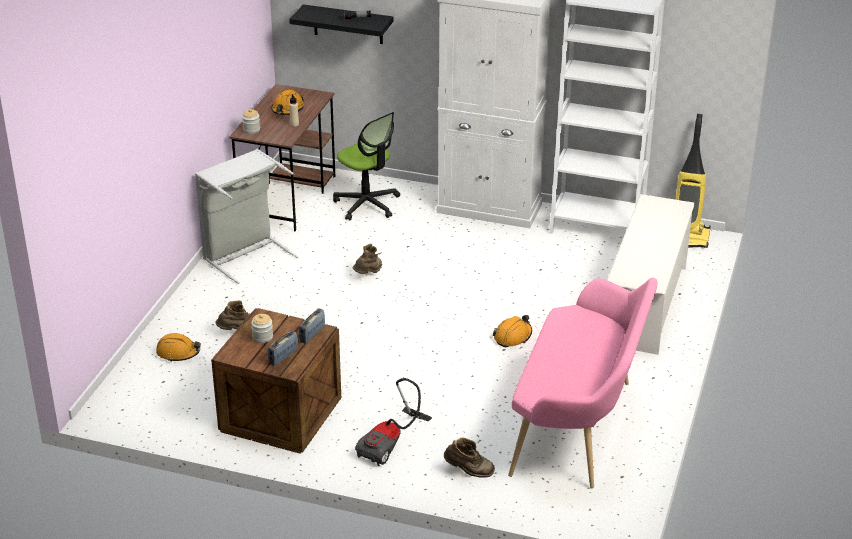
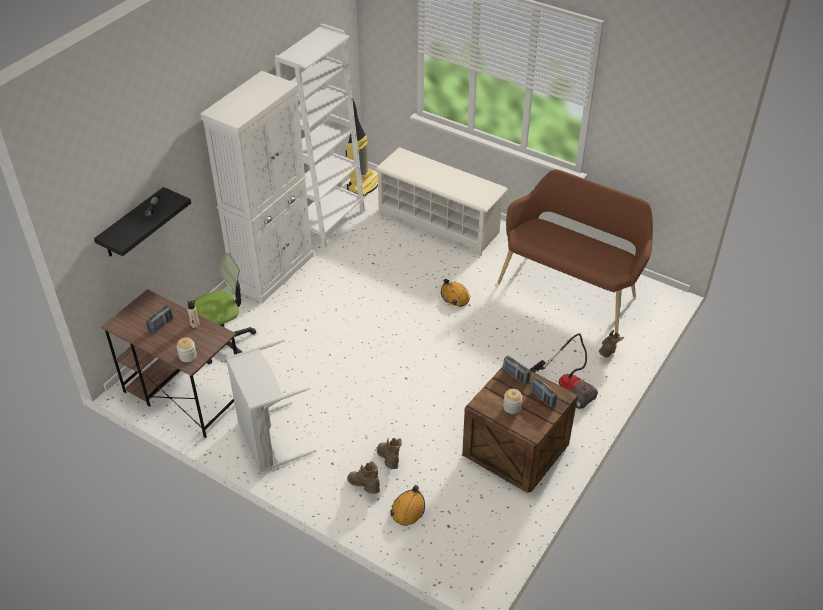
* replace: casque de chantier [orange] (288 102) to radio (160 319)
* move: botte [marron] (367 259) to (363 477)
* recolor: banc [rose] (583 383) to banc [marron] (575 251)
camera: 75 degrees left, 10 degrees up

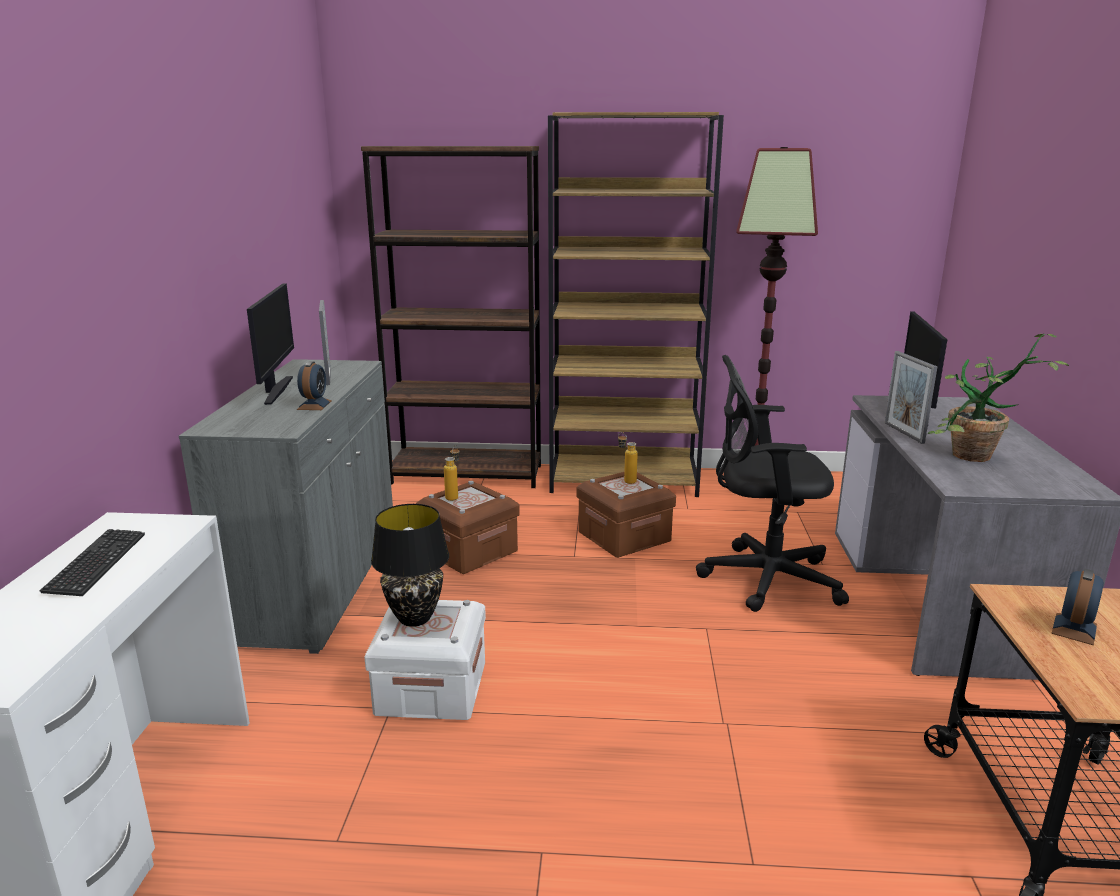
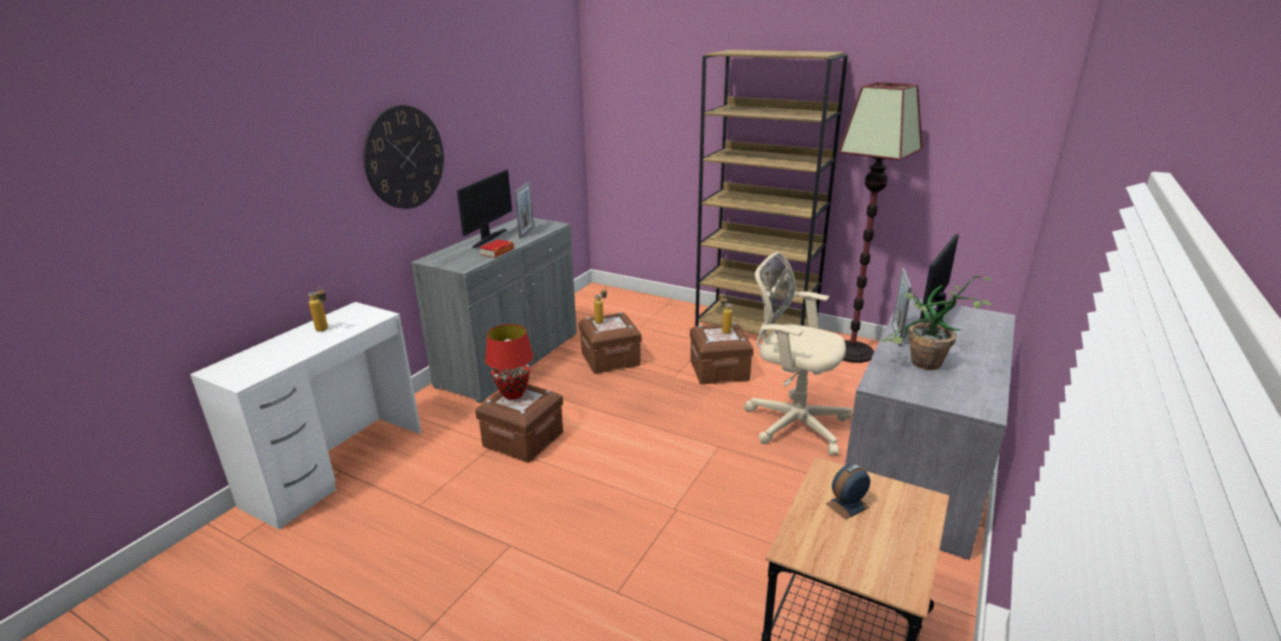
* replace: clavier (92 562) to bouteille (318 309)
* insert: horloge murale (403 157)
* recolor: boîte de rangement [blanc] (425 660) to boîte de rangement [marron] (519 423)
* replace: réveil (314 385) to livre (496 248)
* recolor: lampe de table [noir] (410 565) to lampe de table [rouge] (509 362)
* recolor: chaise de bureau [noir] (772 483) to chaise de bureau [beige] (798 353)
* delete: bibliothèque [marron] (451 317)
camera: 25 degrees right, 5 degrees up

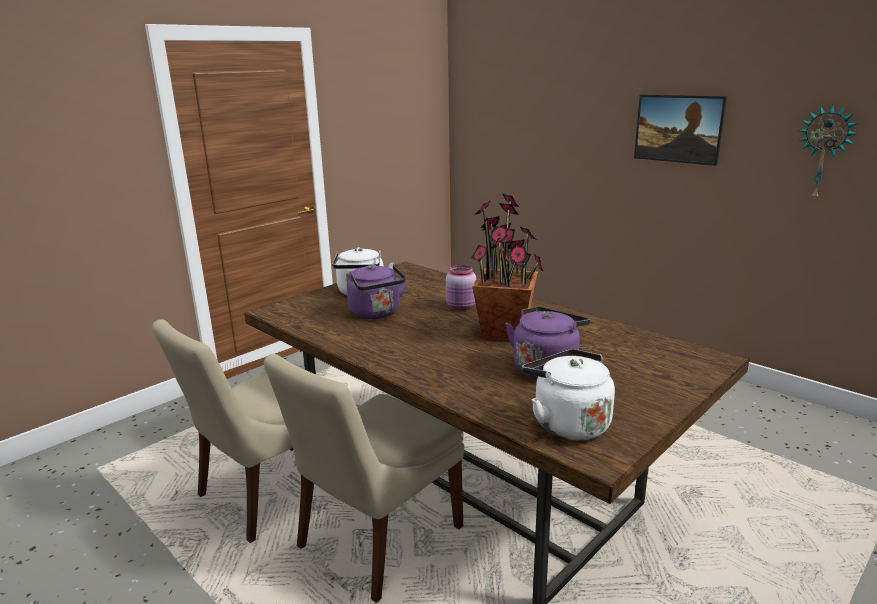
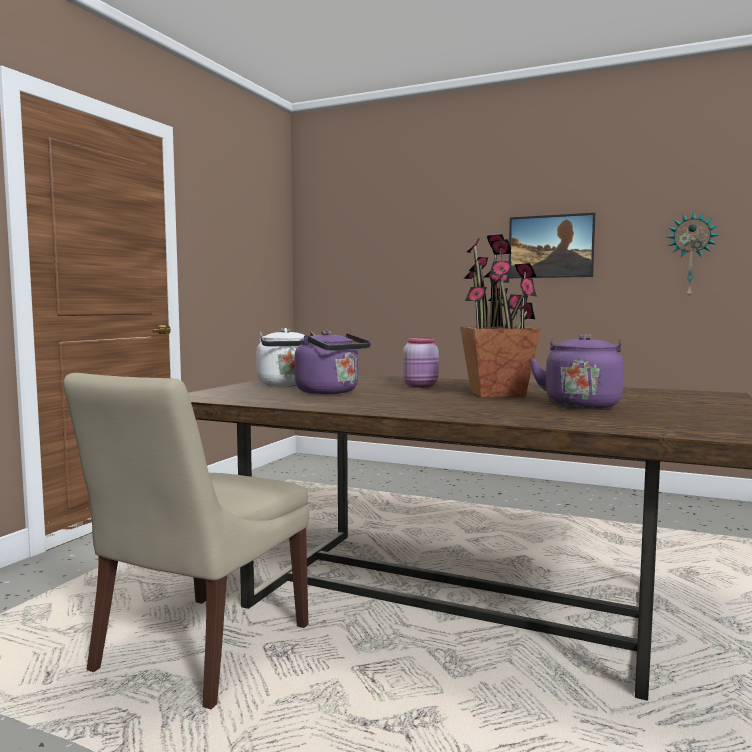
* delete: chaise [beige] (364 478)
* delete: bouilloire [blanc] (568 395)
camera: 20 degrees left, 15 degrees down

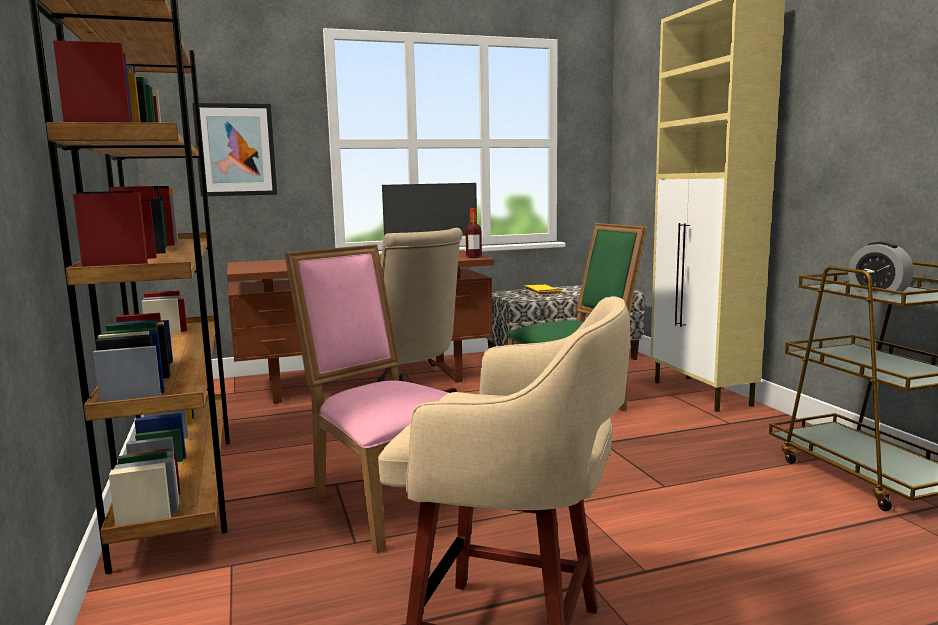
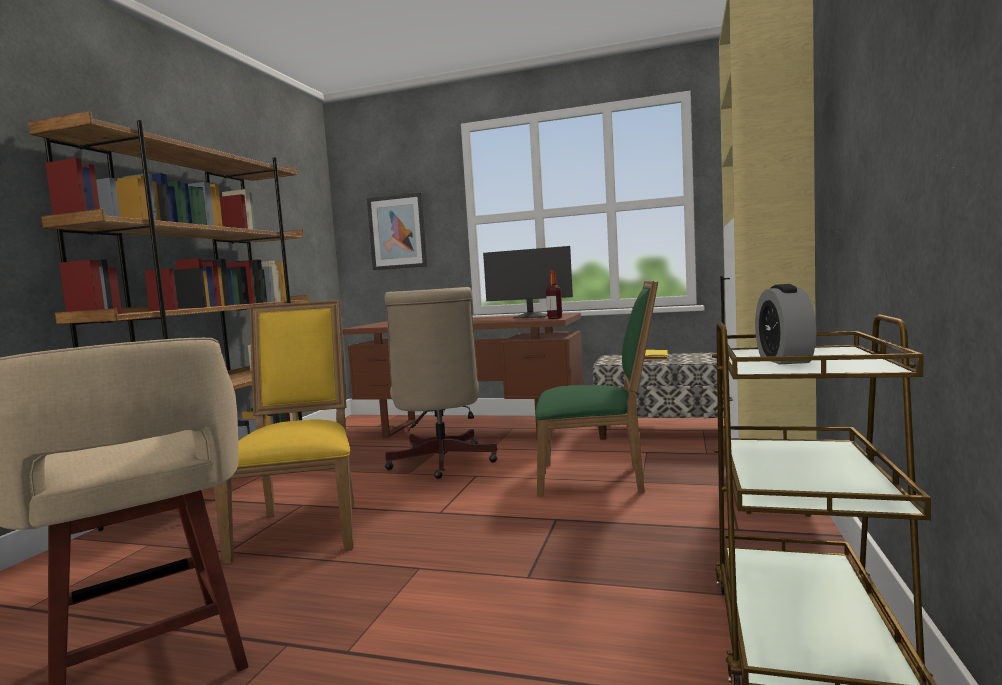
* recolor: chaise [rose] (381 399) to chaise [jaune] (284 432)
camera: 35 degrees right, 5 degrees down

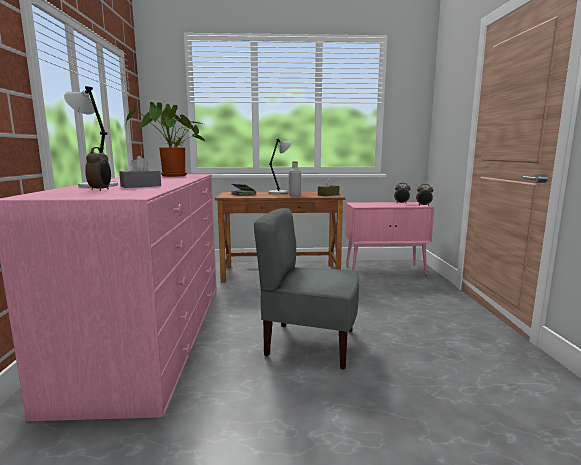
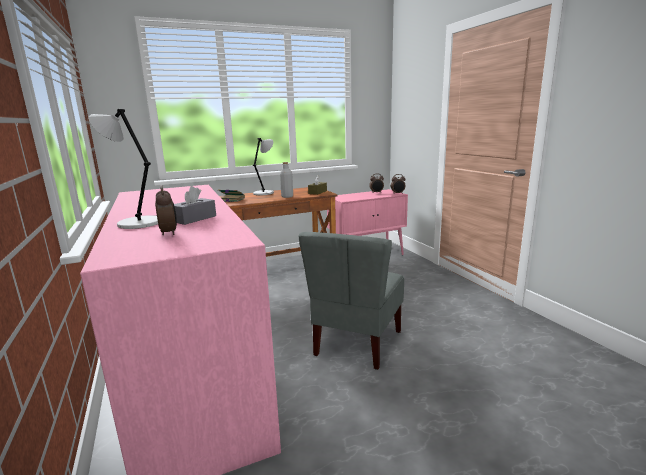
* rotate: chaise [gris] (306 288) = (351 301) 60 degrees counterclockwise
* delete: plante en pot (166 139)
camera: 20 degrees left, 5 degrees up

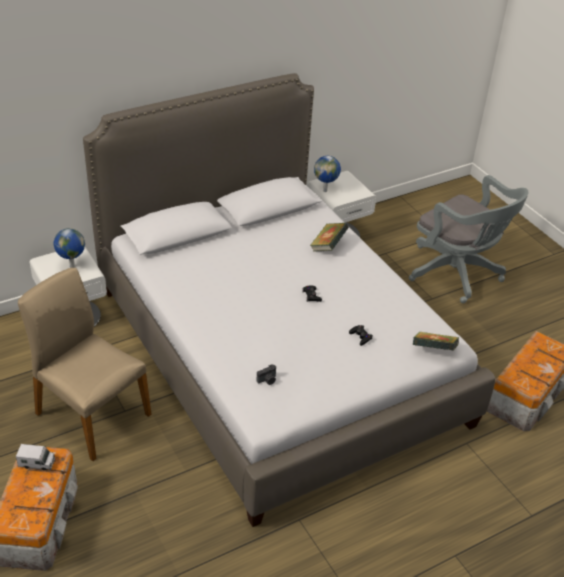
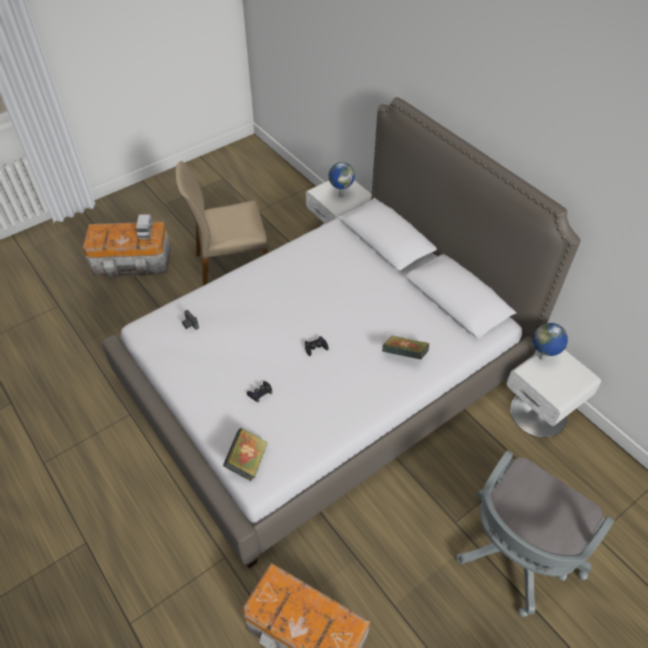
* rotate: chaise [beige] (84 364) = (221 223) 135 degrees counterclockwise
camera: 85 degrees right, 10 degrees up

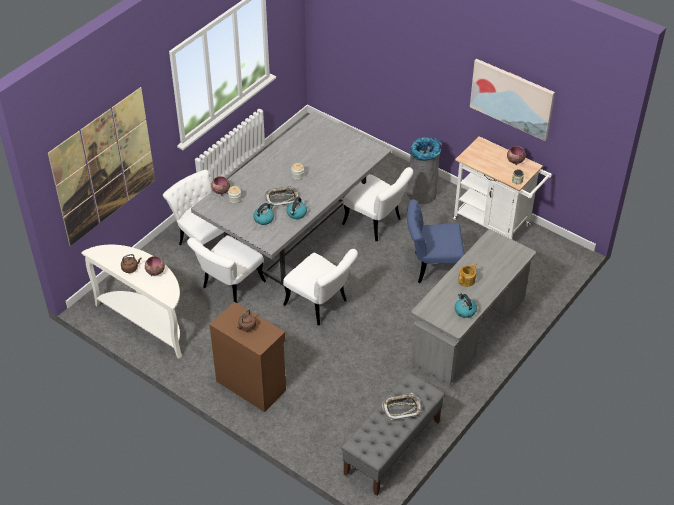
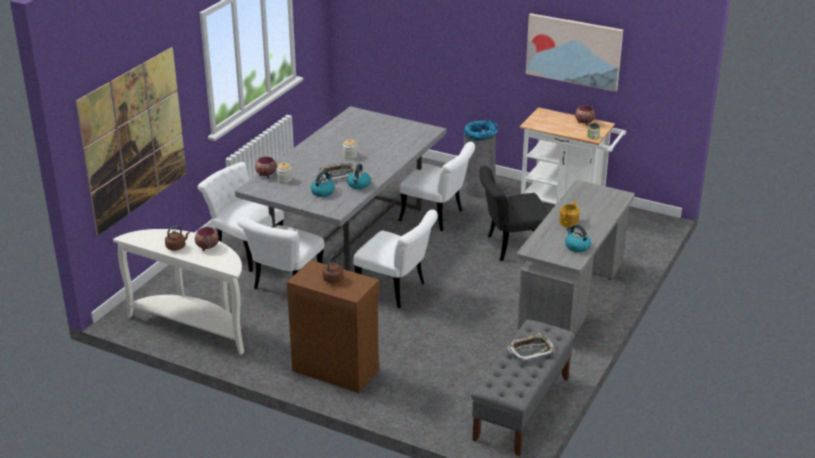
* recolor: chaise [bleu] (435 241) to chaise [noir] (514 213)
camera: 10 degrees left, 15 degrees down

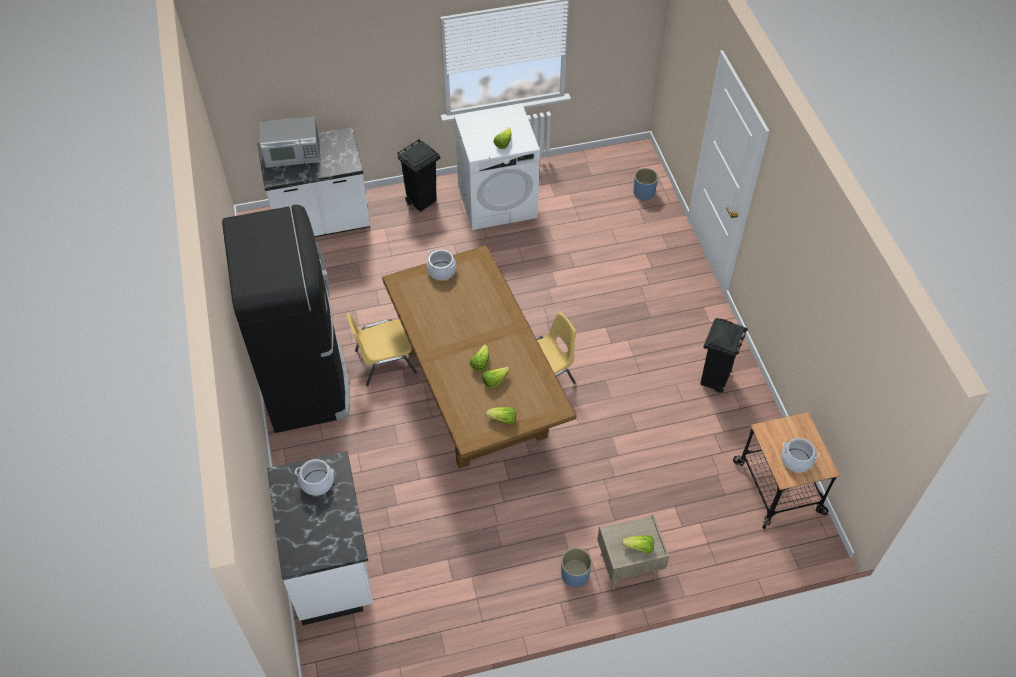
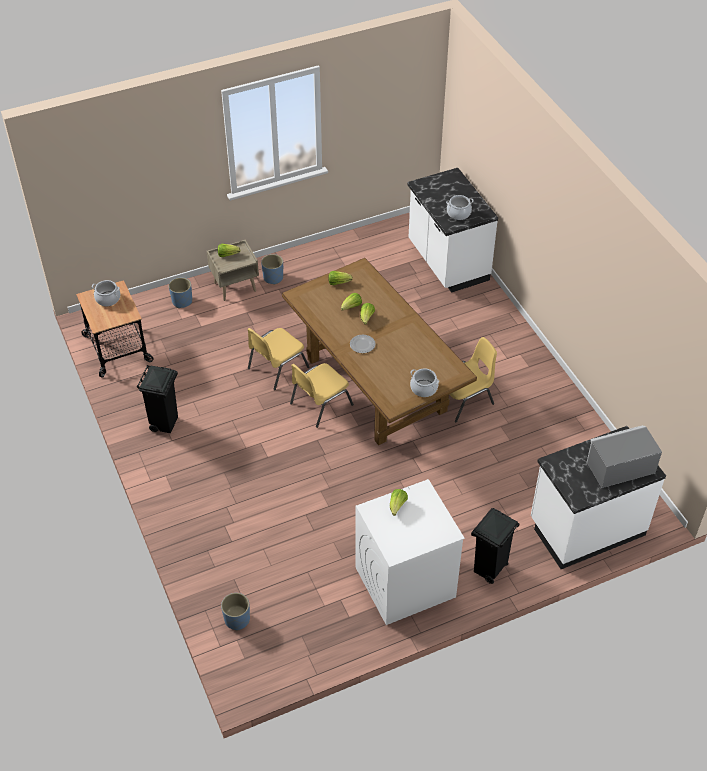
* insert: cache-pot [bleu] (180 293)
* insert: chaise [jaune] (278 359)
* insert: assiette (362 344)
* delete: réfrigérateur [noir] (286 319)
camera: 170 degrees right, 5 degrees down

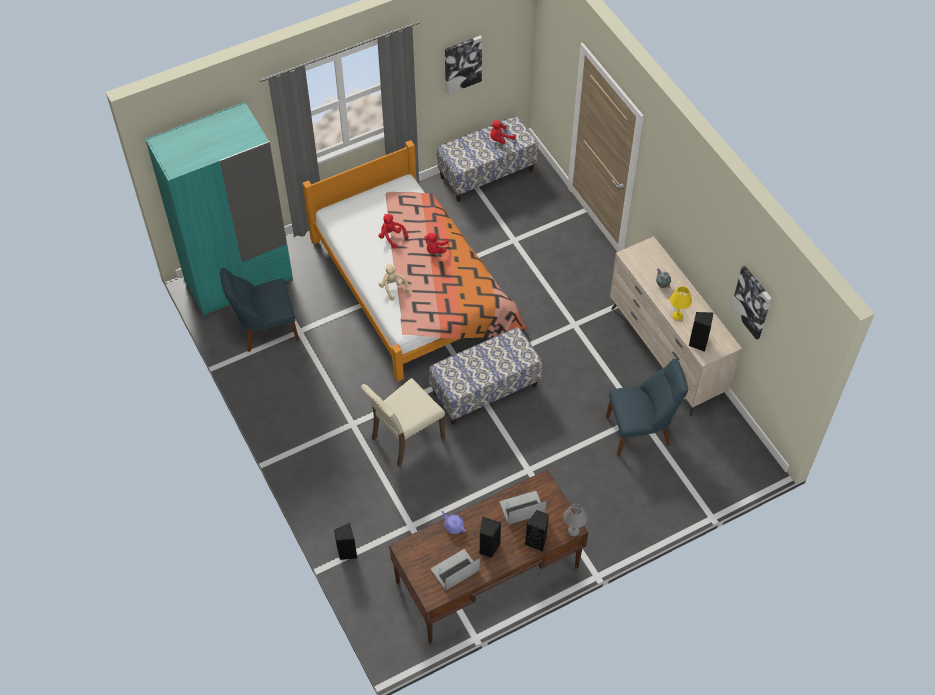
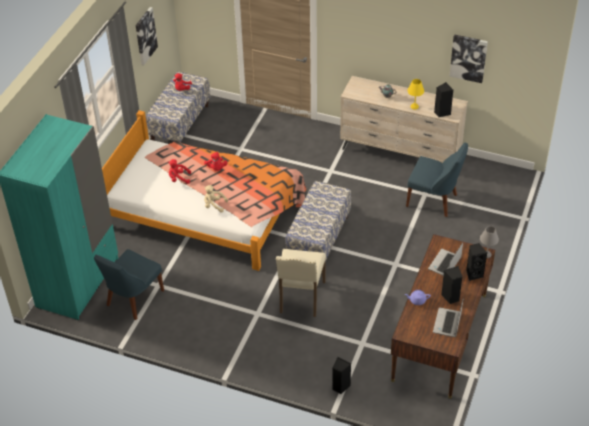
* rotate: chaise [bleu] (647 407) = (437 179) 75 degrees clockwise
camera: 40 degrees left, 10 degrees down

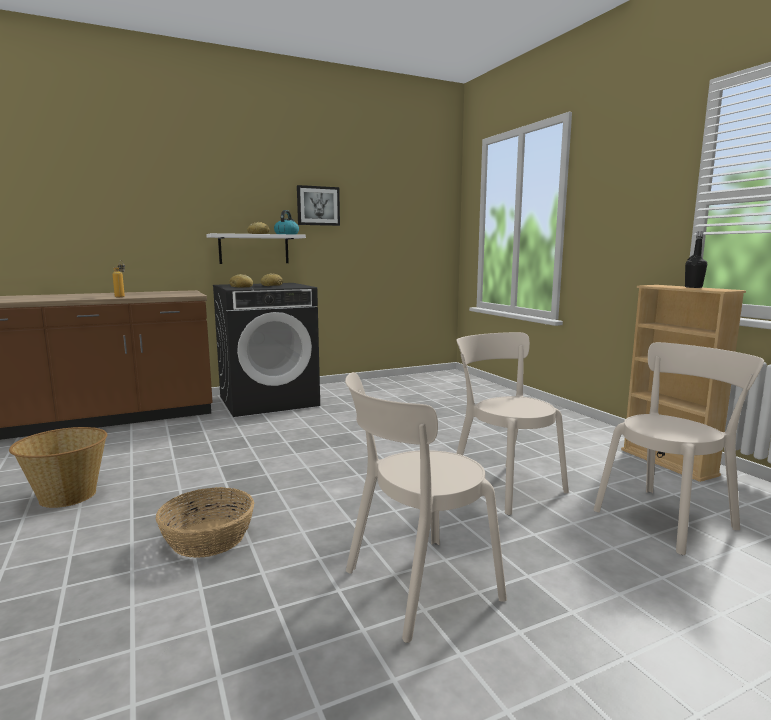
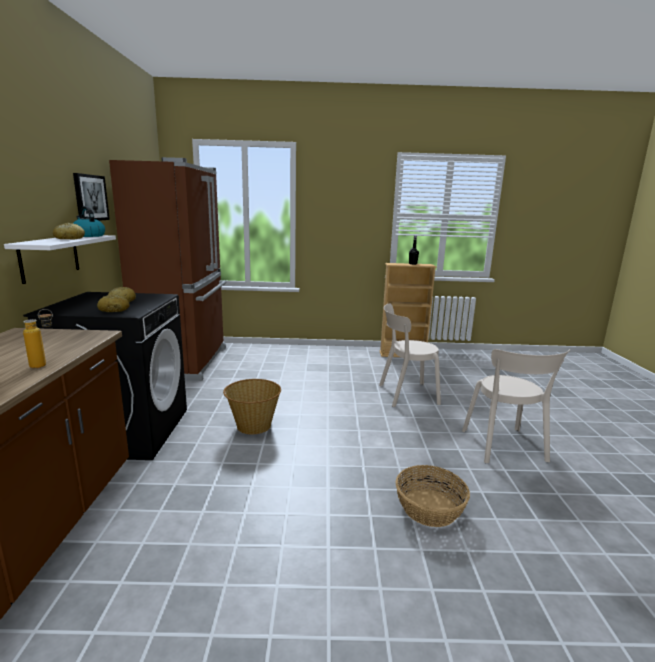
* insert: réfrigérateur [marron] (167 269)
* move: panier (58 467) to (252 406)
* delete: chaise [beige] (678 448)
camera: 65 degrees left, 5 degrees up

